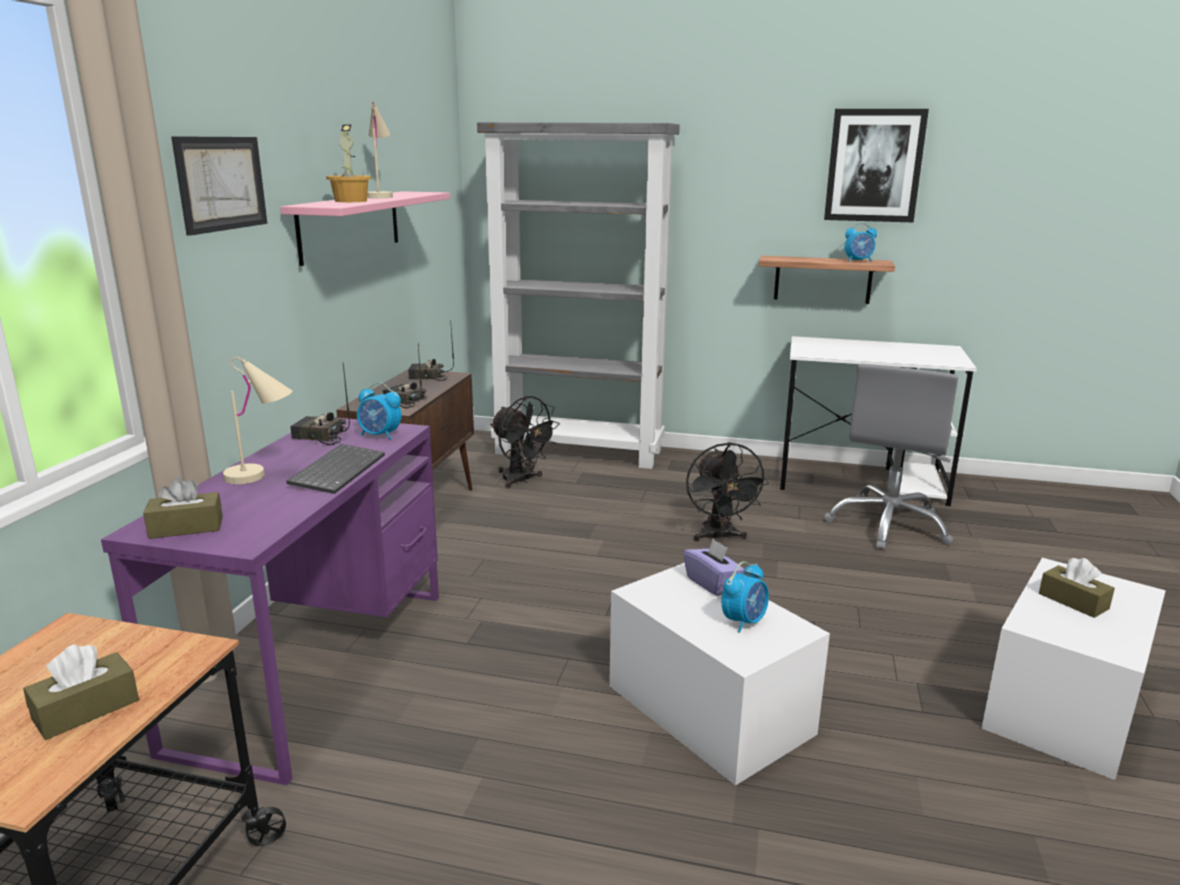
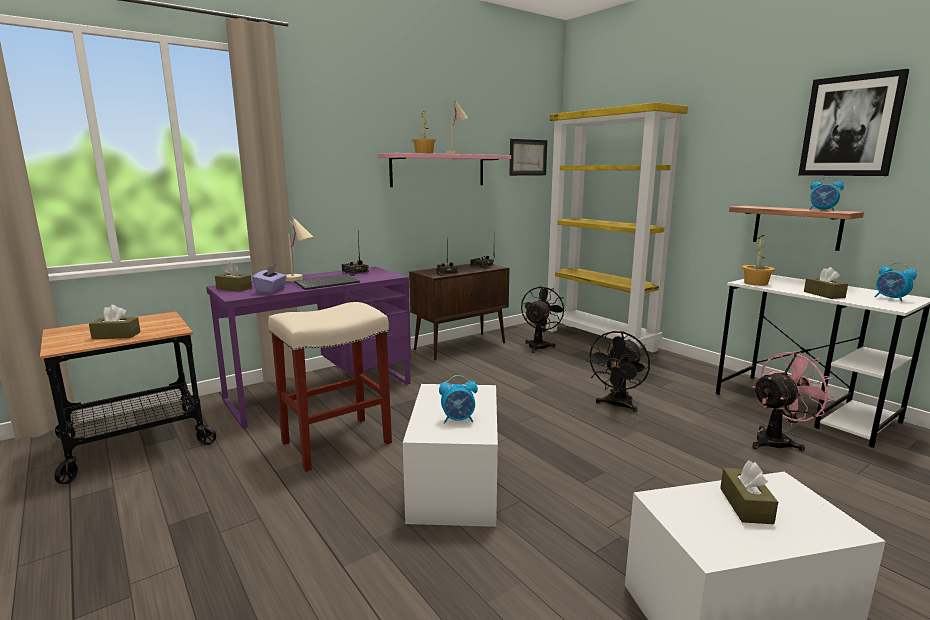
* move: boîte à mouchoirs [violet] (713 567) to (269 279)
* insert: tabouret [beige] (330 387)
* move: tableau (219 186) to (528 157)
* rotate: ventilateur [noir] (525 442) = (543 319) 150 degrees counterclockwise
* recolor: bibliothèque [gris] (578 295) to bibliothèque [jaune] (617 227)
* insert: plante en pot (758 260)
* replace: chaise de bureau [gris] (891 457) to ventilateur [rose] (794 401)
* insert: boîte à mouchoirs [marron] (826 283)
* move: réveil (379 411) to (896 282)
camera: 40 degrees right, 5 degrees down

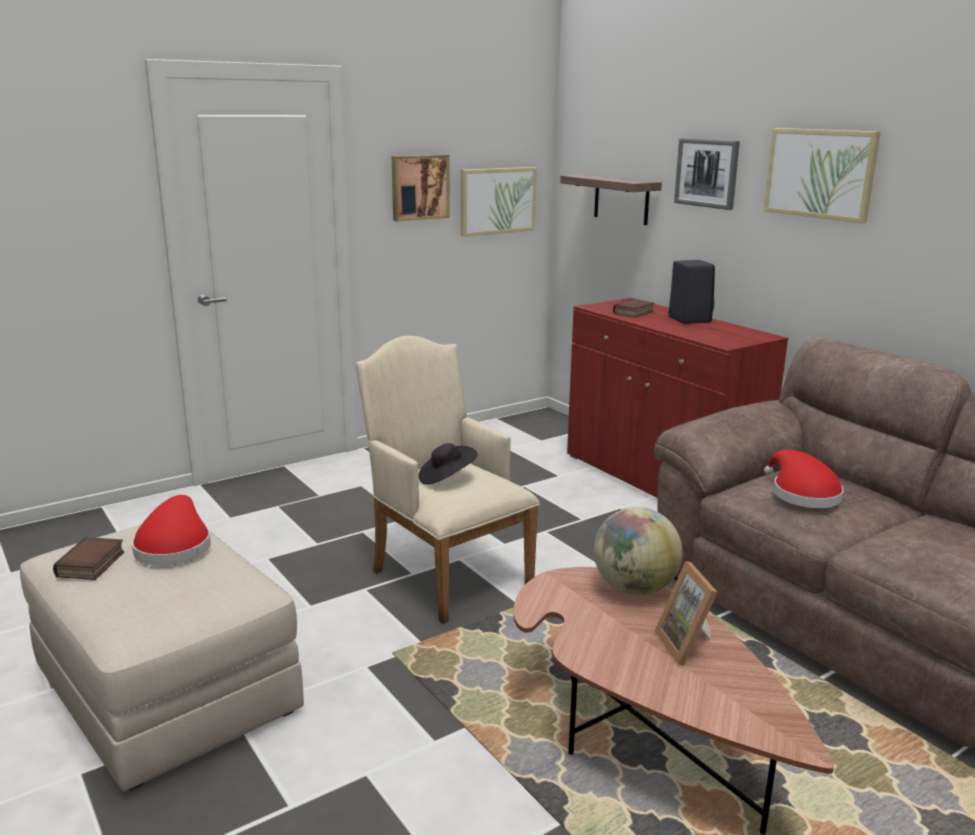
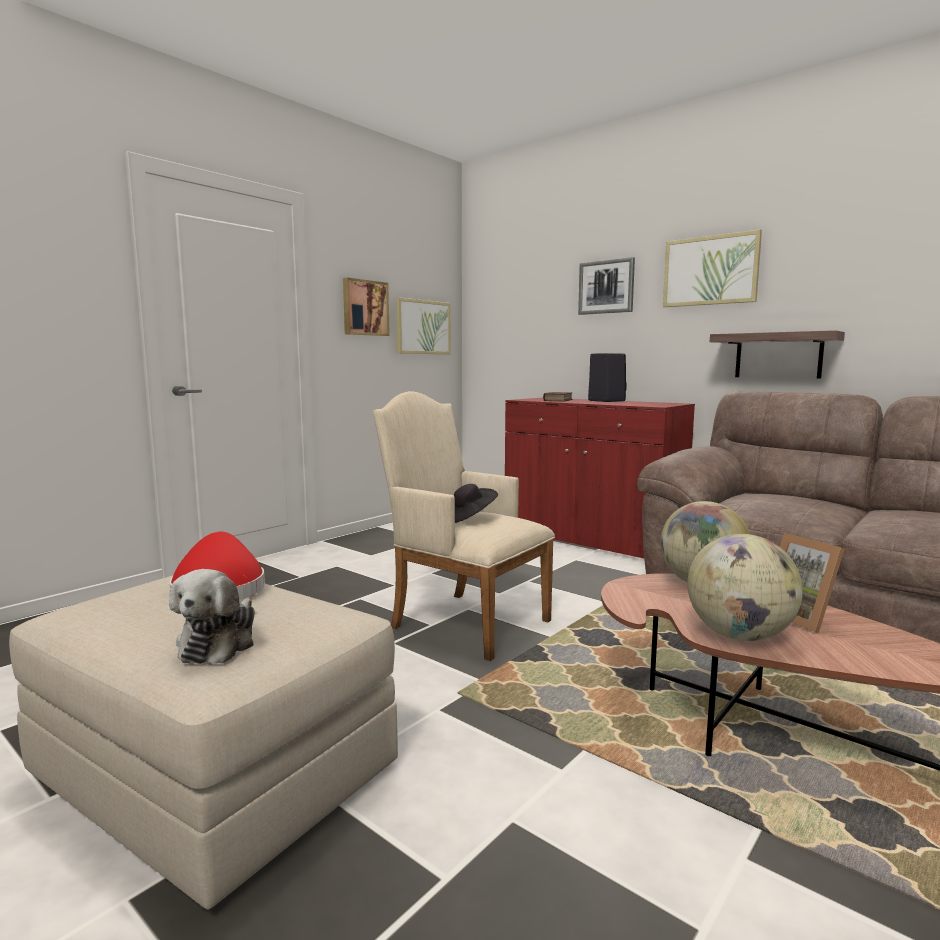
* insert: peluche (212 616)
* insert: globe (745 587)
* move: étagère (611 199) to (777 354)
* delete: livre (88 558)
* delete: chapeau [rouge] (804 478)
camera: 15 degrees left, 10 degrees down

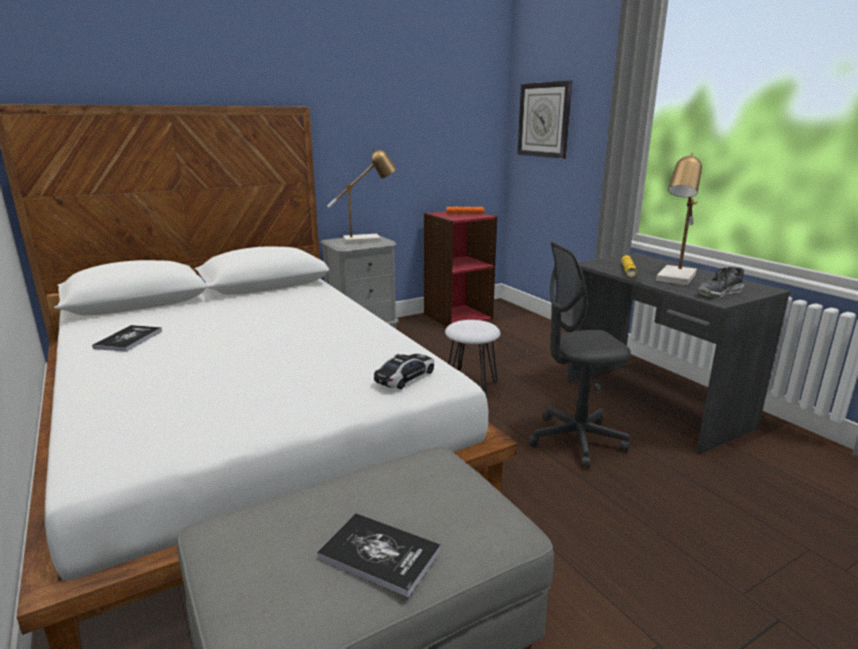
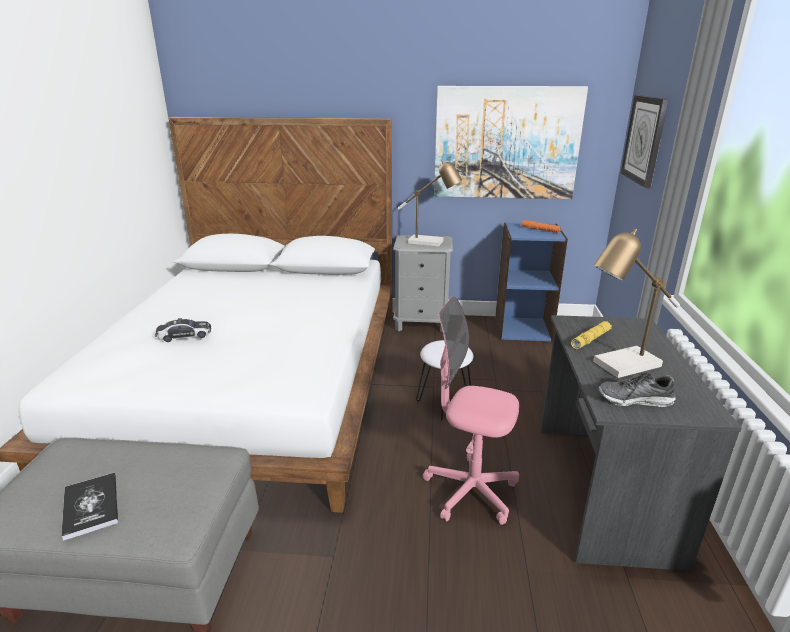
* move: petite voiture (404 371) to (183 330)
* recolor: chaise de bureau [gris] (579 355) to chaise de bureau [rose] (471 410)
* insert: tableau (511 142)
* recolor: bibliothèque [rouge] (460 269) to bibliothèque [bleu] (531 282)
* delete: livre (127 338)
camera: 35 degrees right, 5 degrees up

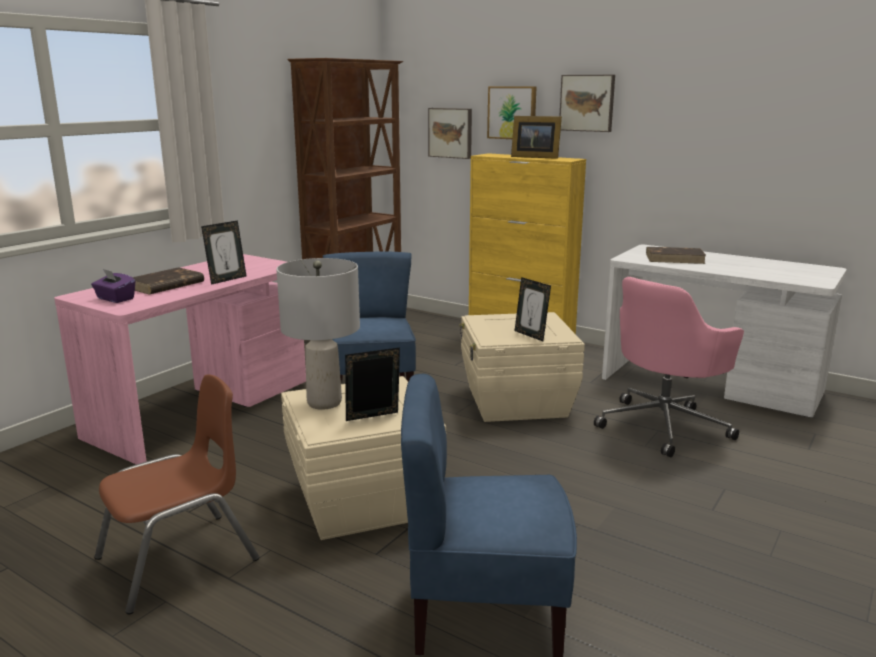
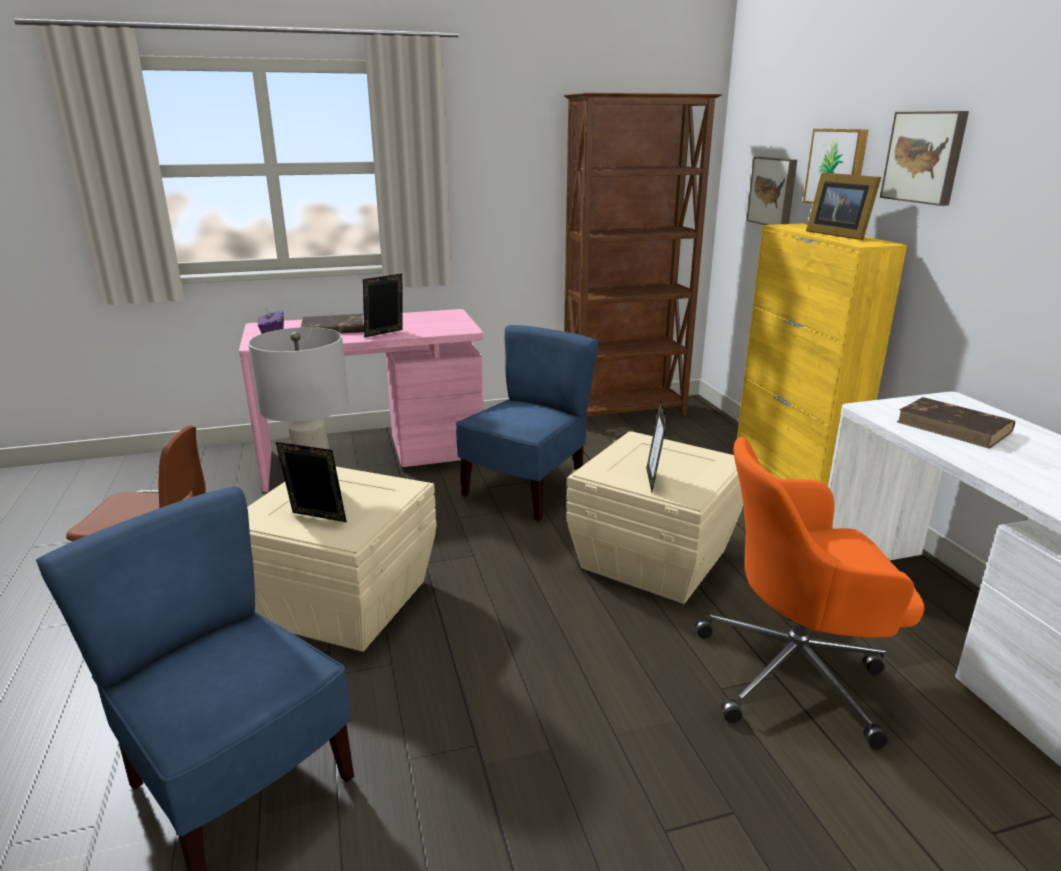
* rotate: cadre photo (223 252) = (382 306) 150 degrees clockwise
* recolor: chaise de bureau [rose] (669 367) to chaise de bureau [orange] (809 593)
camera: 40 degrees right, 5 degrees up

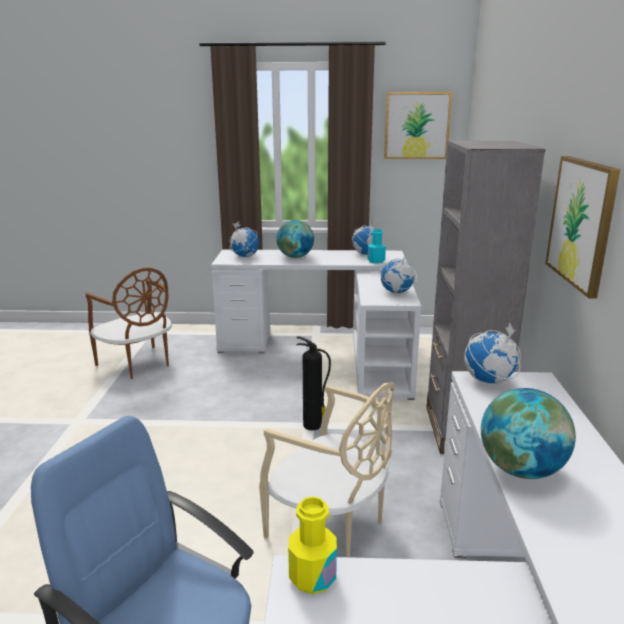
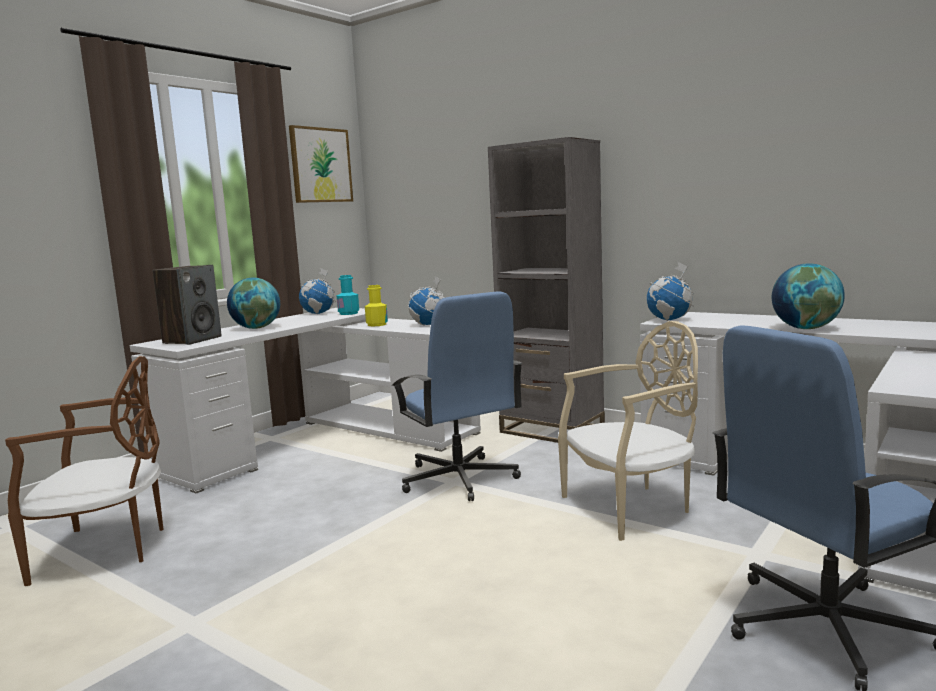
* replace: globe (244 239) to enceinte (187 305)
* move: bouteille [jaune] (312 545) to (376 305)
* replace: extincteur (313 383) to chaise de bureau [bleu] (457 396)
* delete: tableau (582 227)
camera: 55 degrees left, 10 degrees down

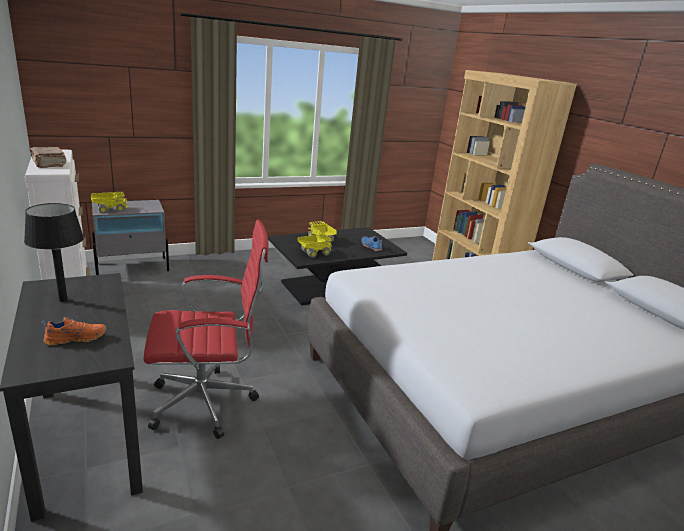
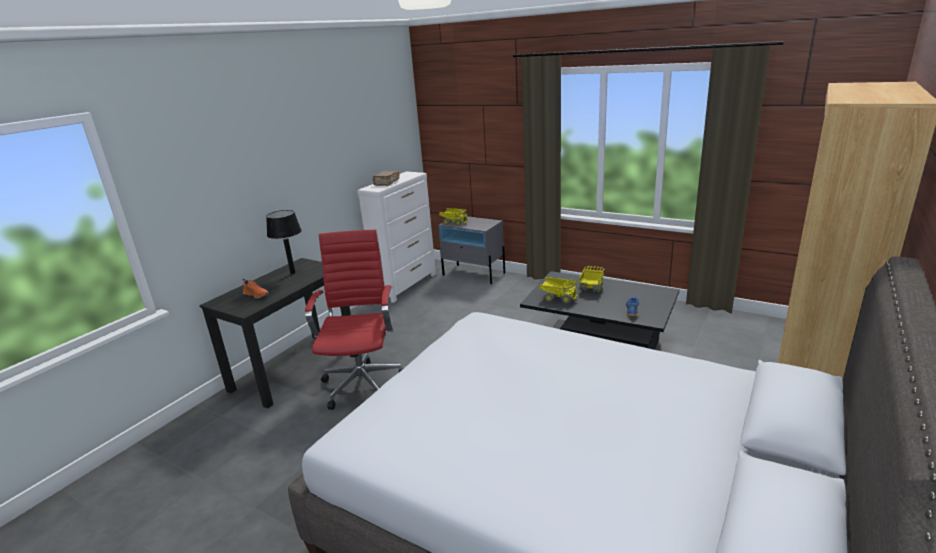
* rotate: chaise de bureau [rouge] (206 329) = (354 319) 135 degrees counterclockwise
camera: 60 degrees right, 0 degrees up

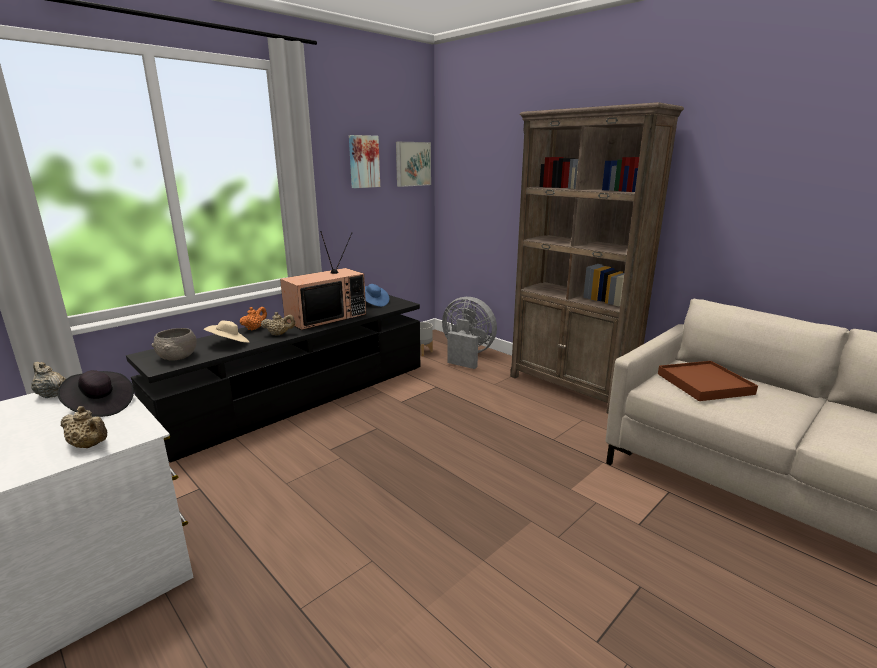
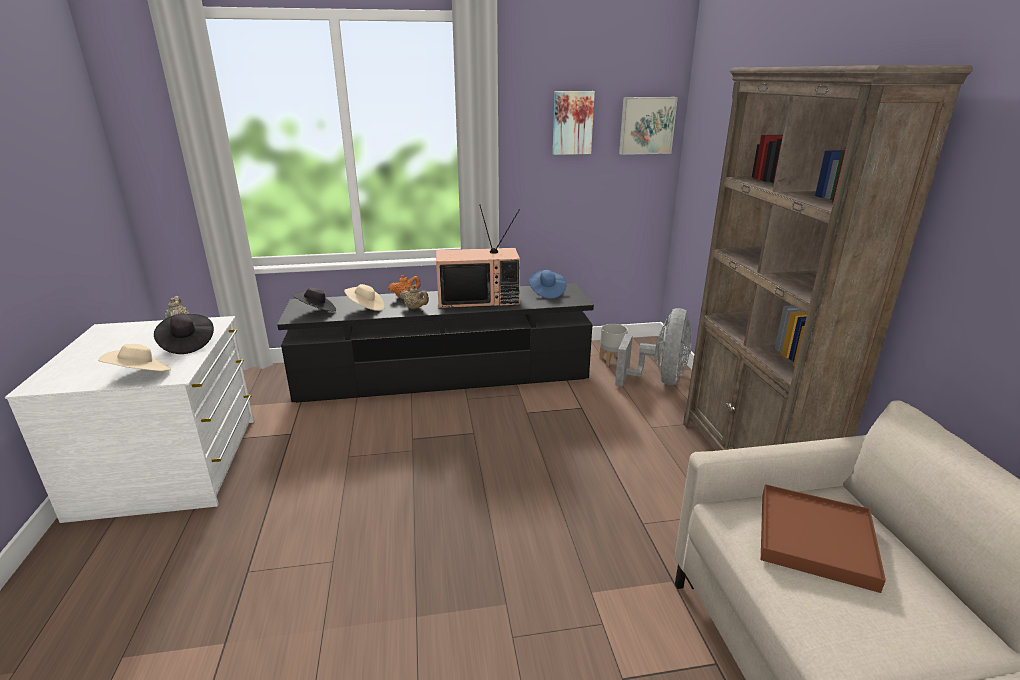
* replace: théière [beige] (83 427) to chapeau [beige] (134 357)
* replace: bol [gris] (174 344) to chapeau [noir] (314 299)
* rotate: ventilateur [gris] (469 333) = (653 347) 45 degrees clockwise
camera: 35 degrees right, 5 degrees up

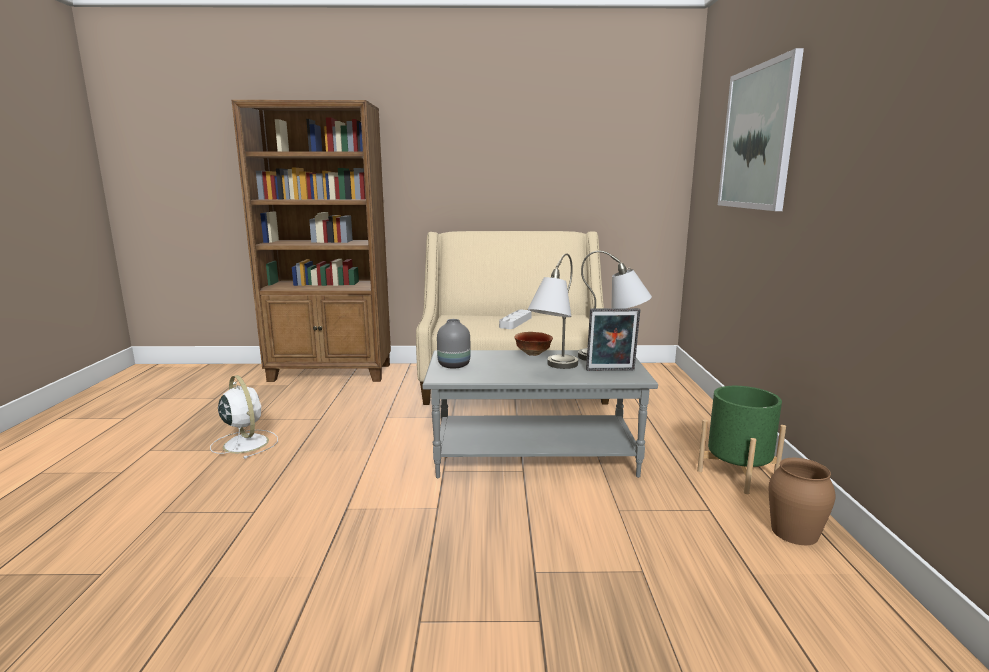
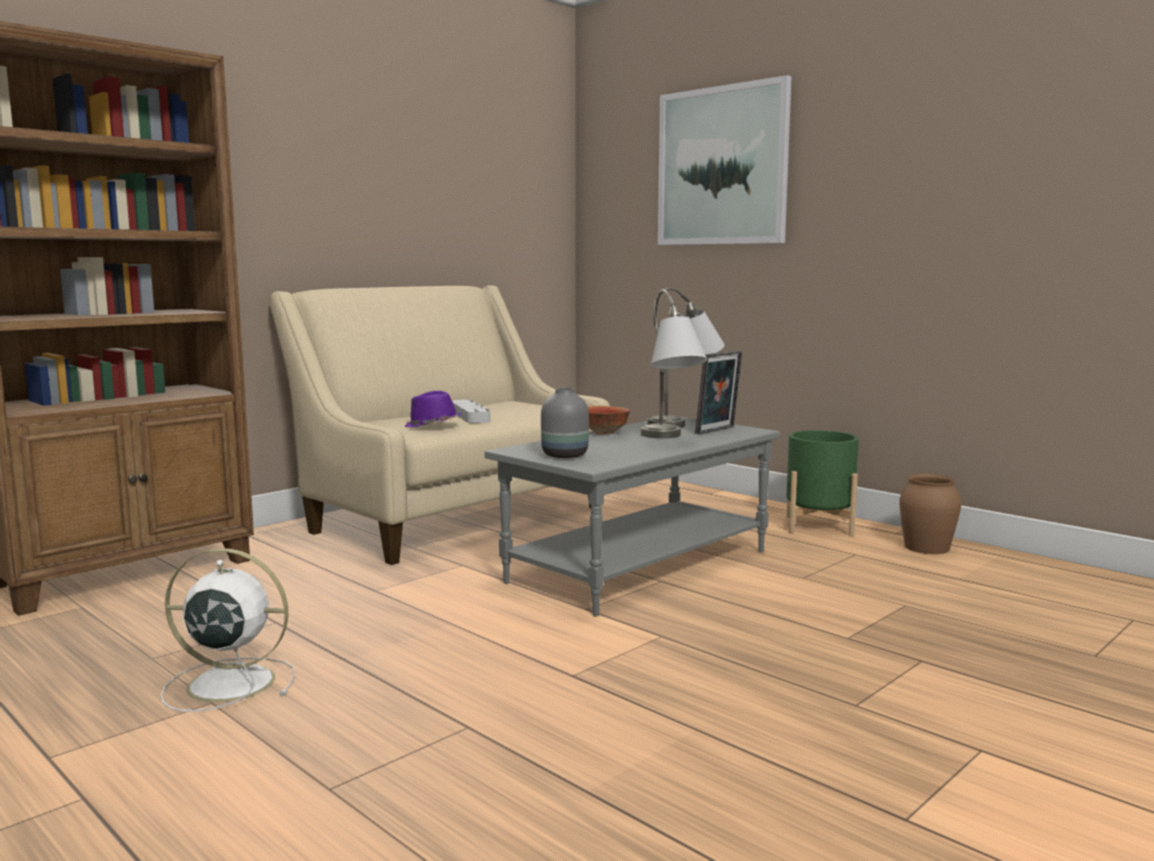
* insert: chapeau [violet] (433 409)
camera: 45 degrees left, 5 degrees down

